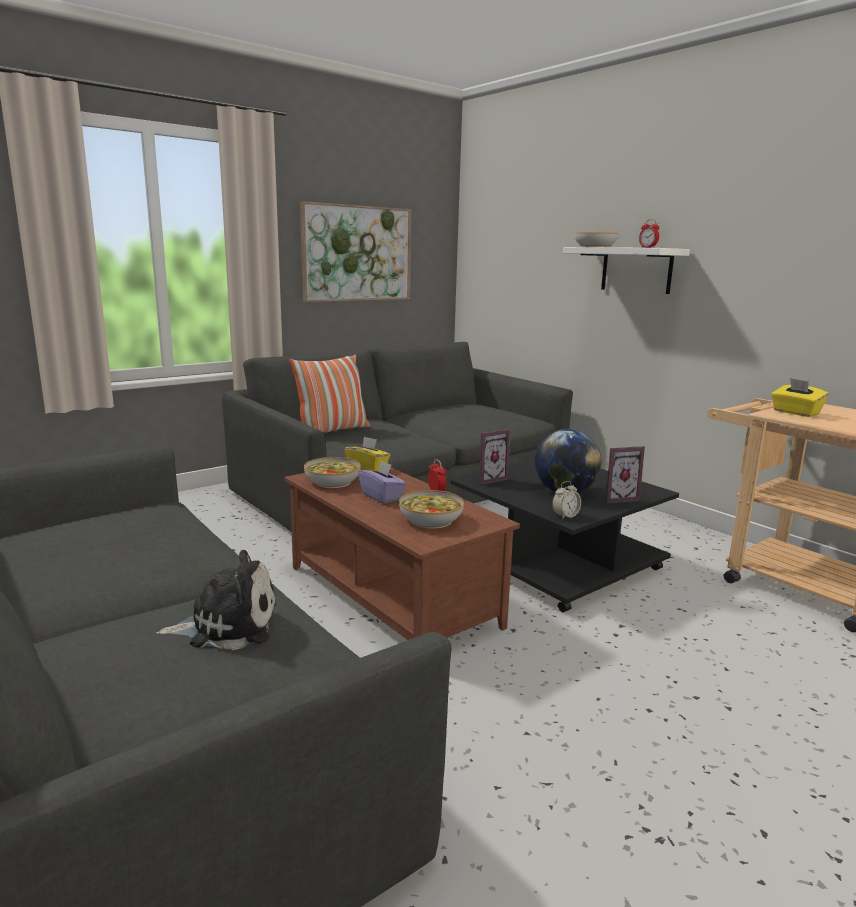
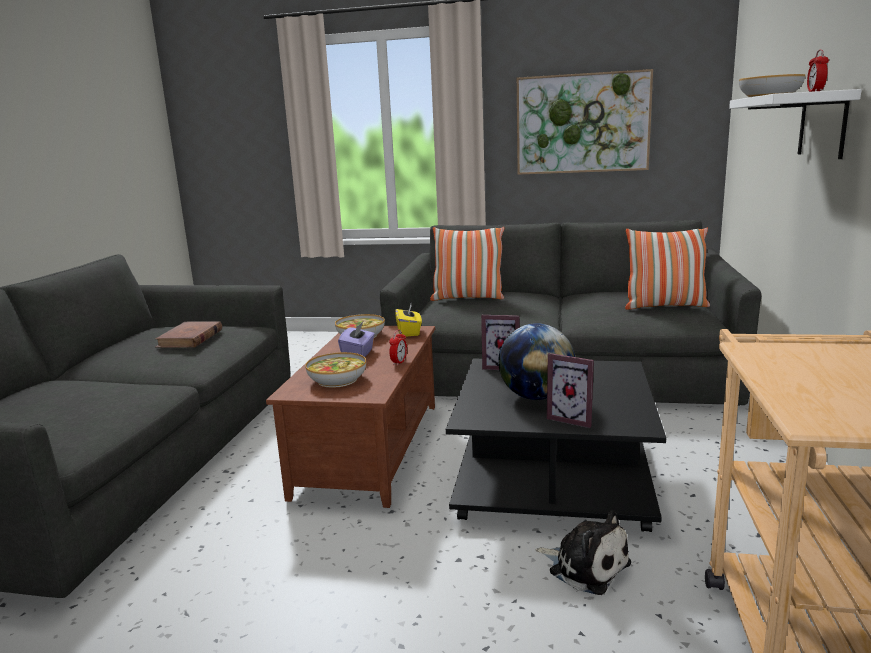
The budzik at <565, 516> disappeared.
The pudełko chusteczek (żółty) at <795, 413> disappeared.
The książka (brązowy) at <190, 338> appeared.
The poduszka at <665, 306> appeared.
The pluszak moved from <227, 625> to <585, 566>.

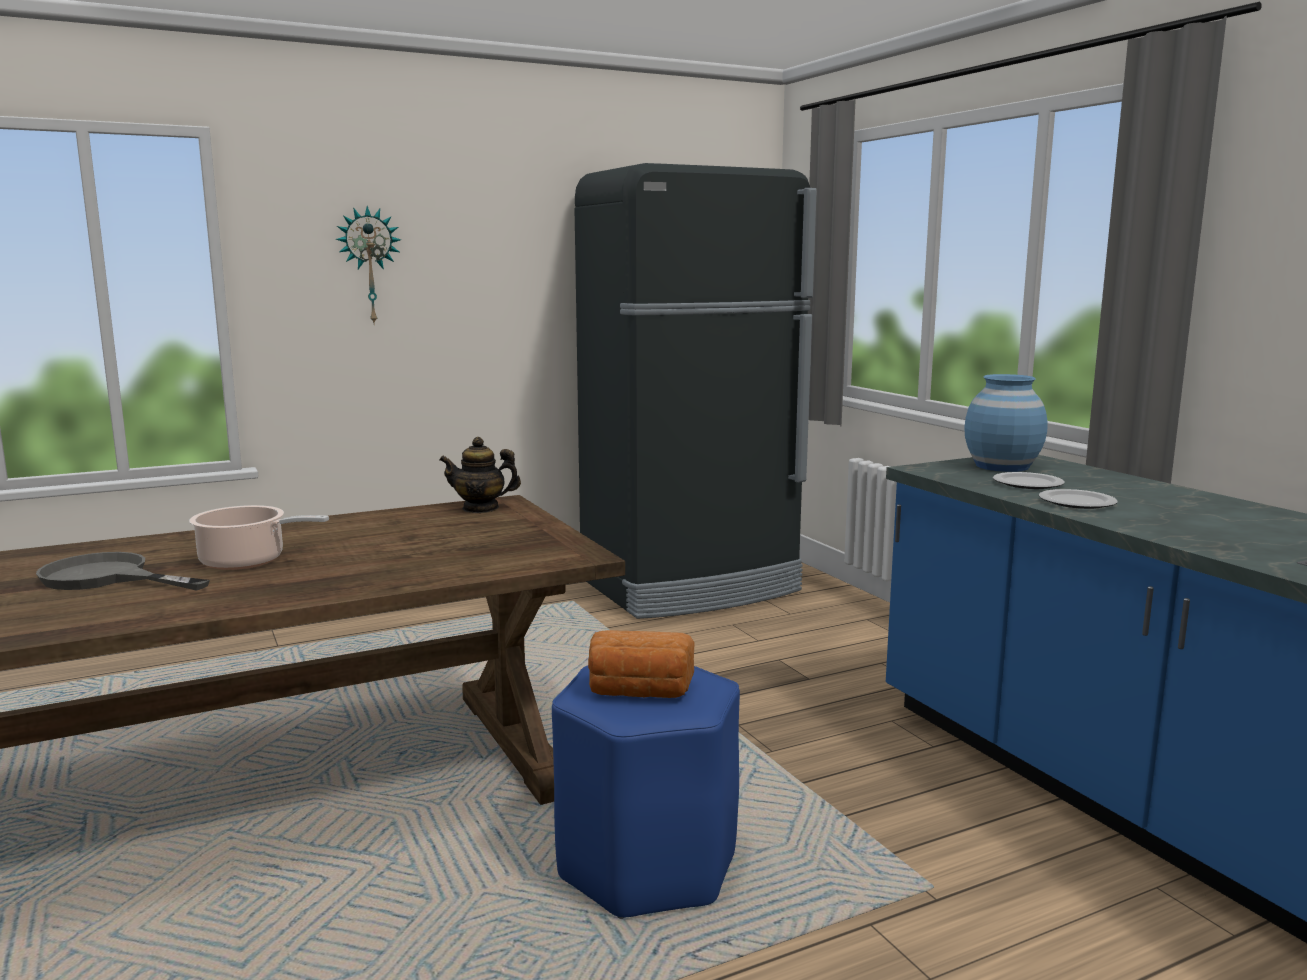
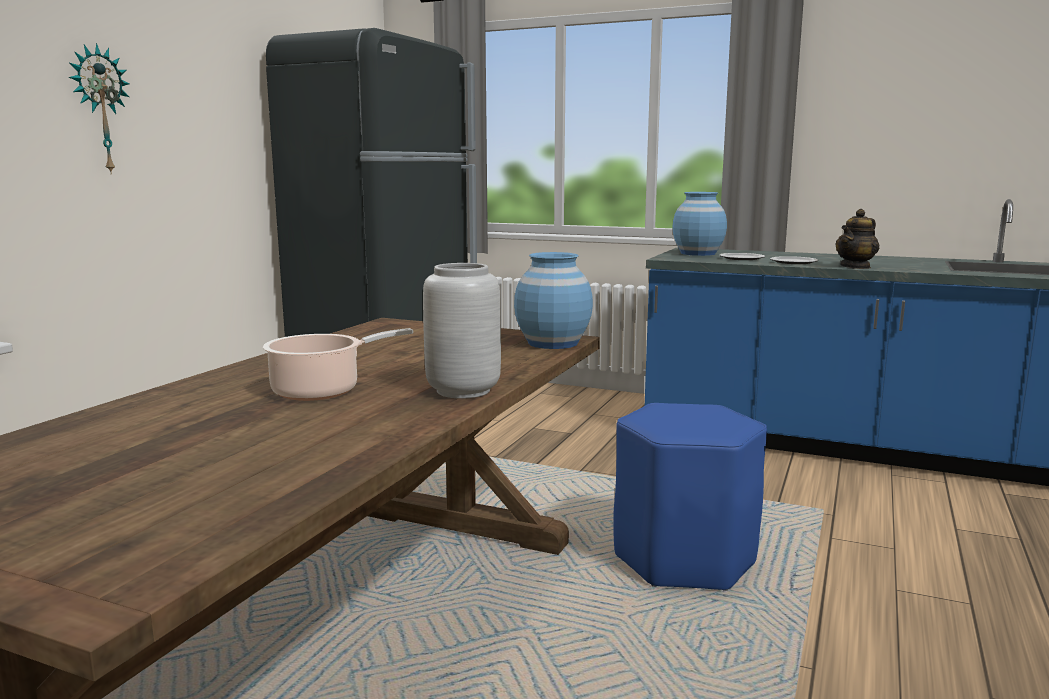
The patelnia (szary) at <107, 578> disappeared.
The chleb at <639, 692> disappeared.
The wazon (szary) at <461, 391> appeared.
The wazon (niebieski) at <552, 343> appeared.
The imbryk moved from <481, 508> to <855, 267>.

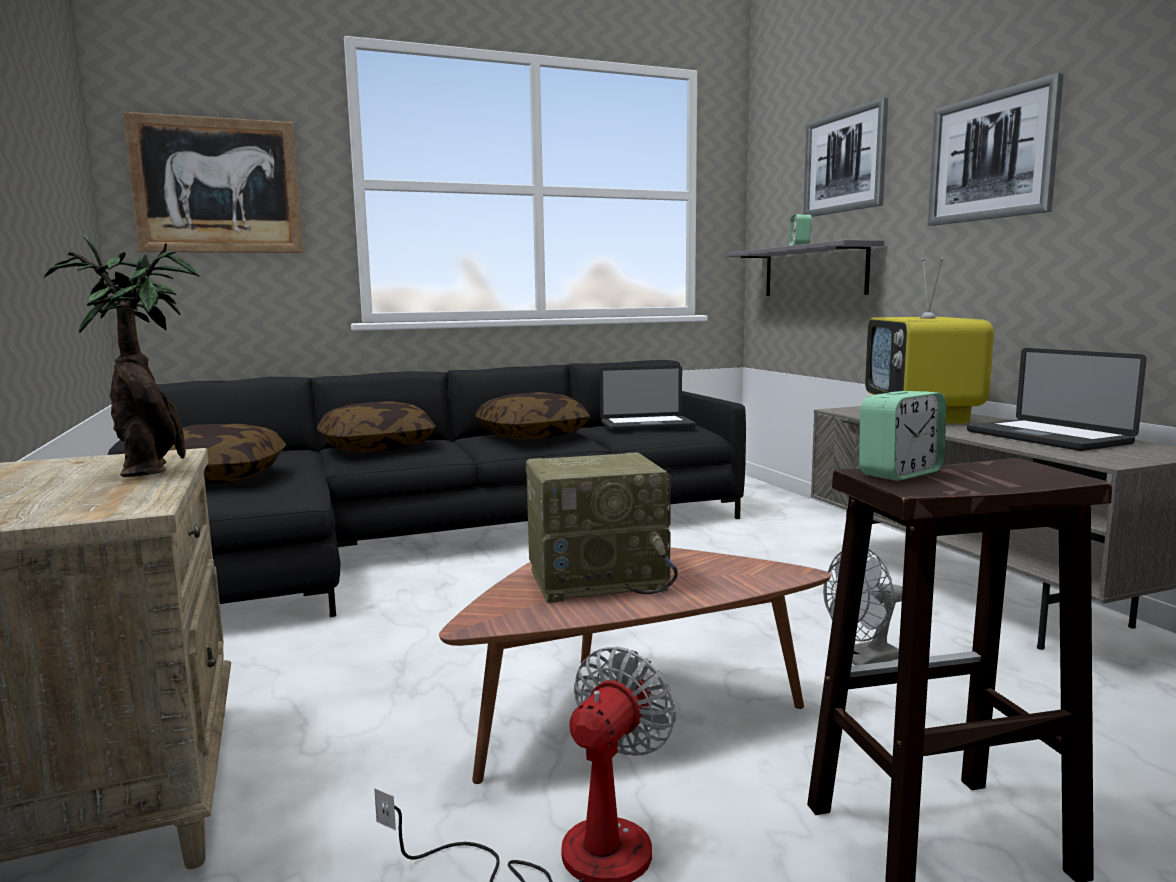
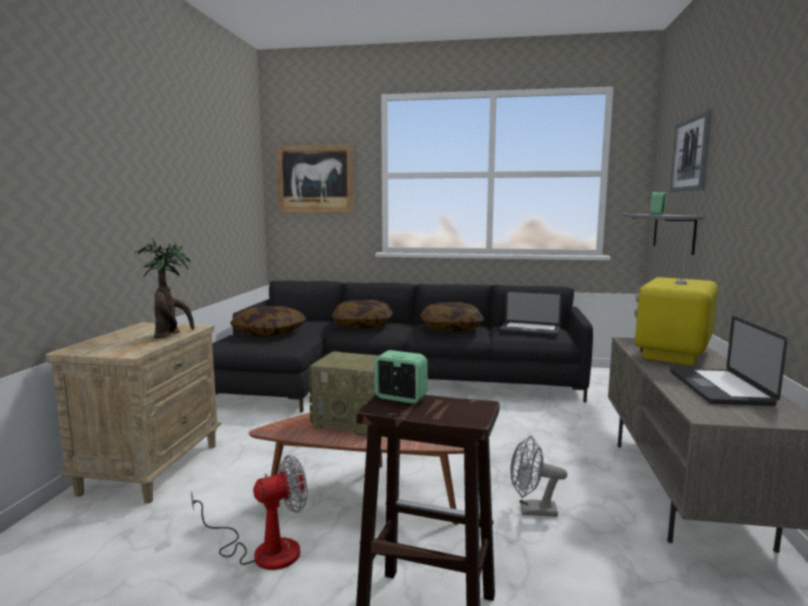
The obraz at <991, 157> disappeared.
The budzik at <900, 473> turned 150 degrees counterclockwise.

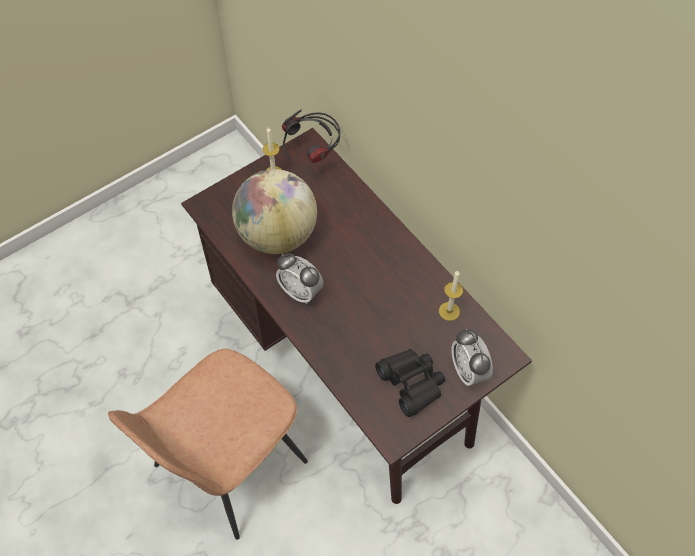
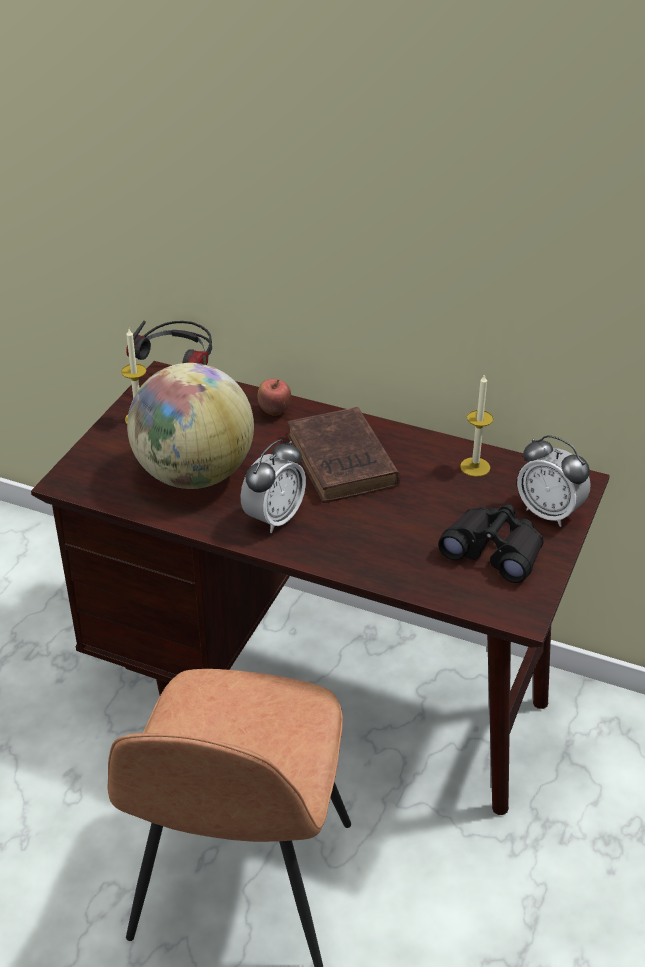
The jabłko at <274, 412> appeared.
The książka (brązowy) at <343, 463> appeared.
The budzik at <300, 291> turned 60 degrees counterclockwise.

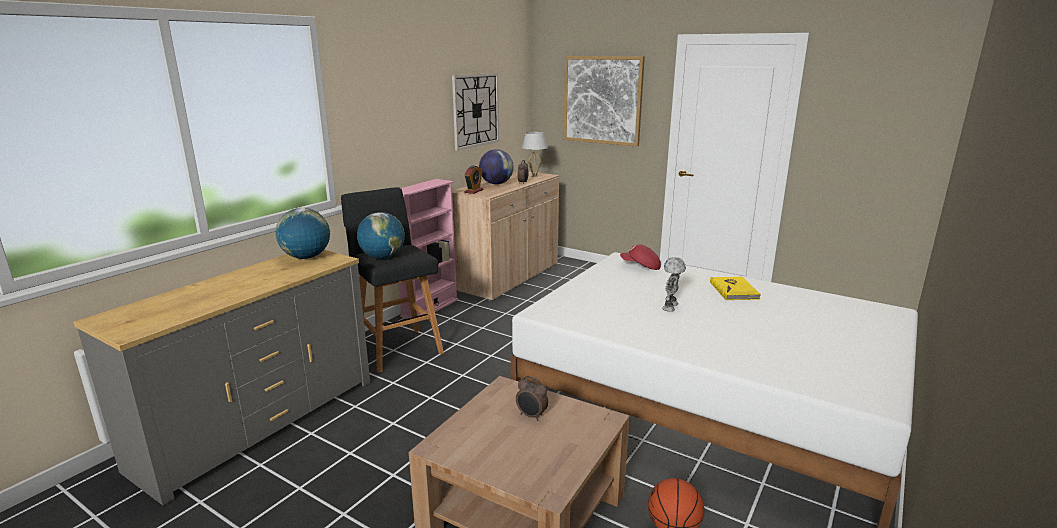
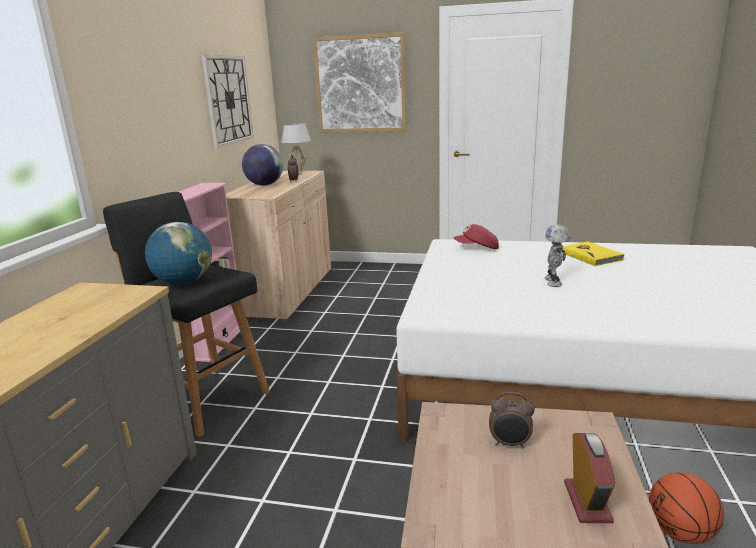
The globus at <306, 257> disappeared.
The budzik moved from <474, 191> to <587, 502>.

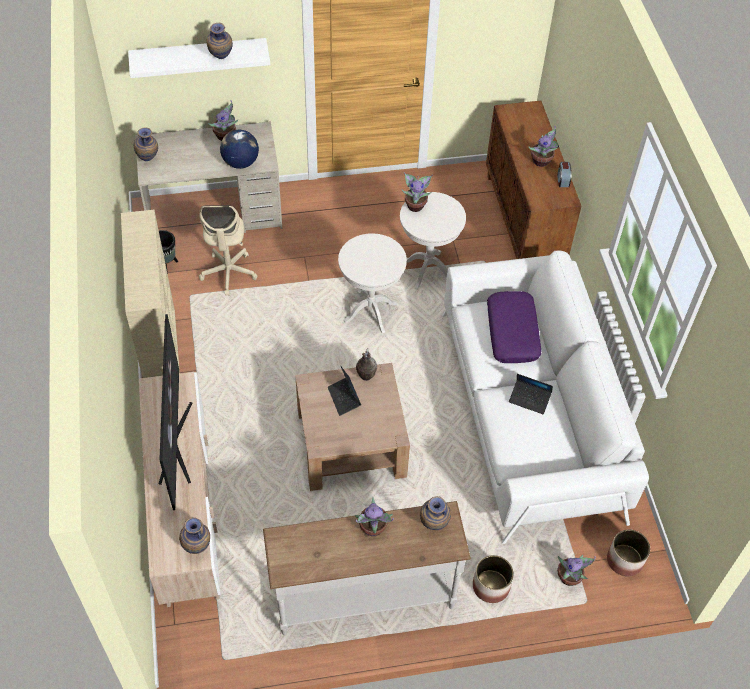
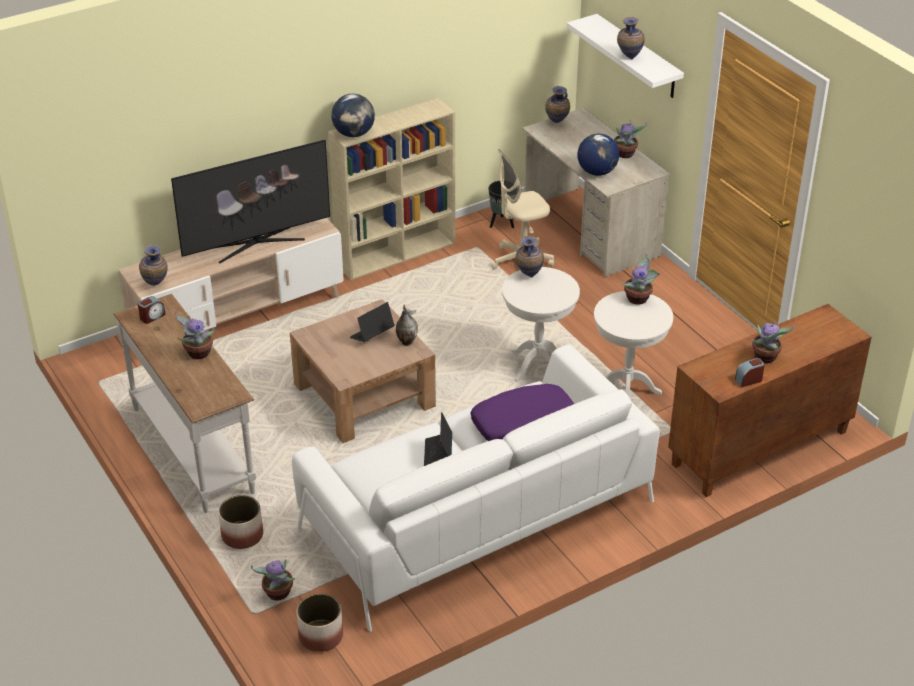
The budzik at <152, 317> appeared.
The globus at <354, 134> appeared.
The wazon moved from <433, 525> to <528, 276>.

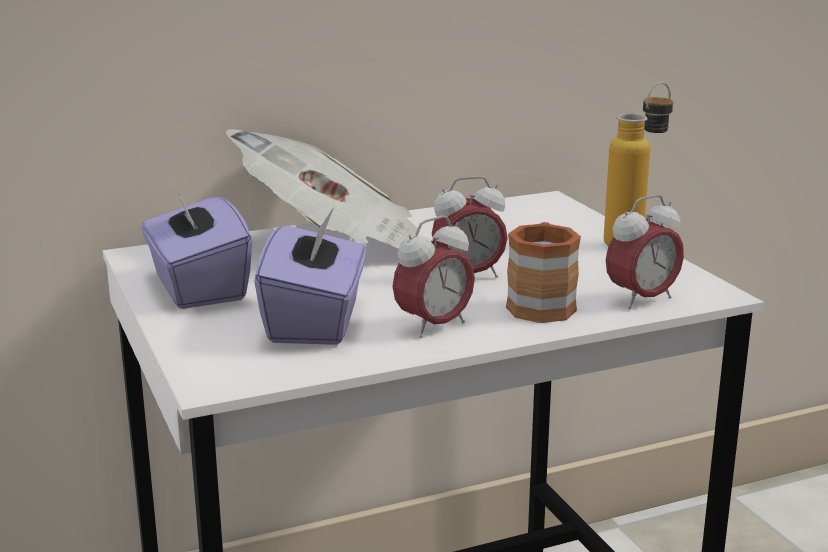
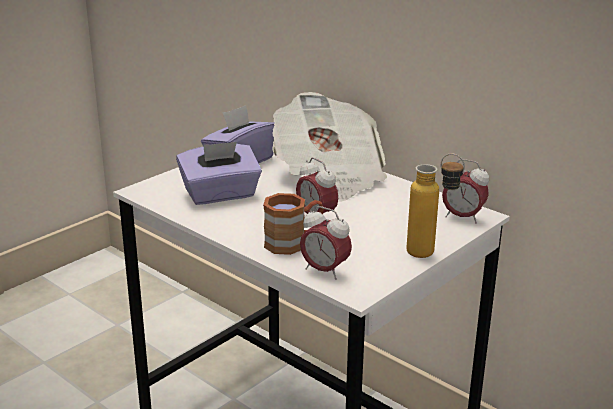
The budzik moved from <433, 326> to <462, 217>.

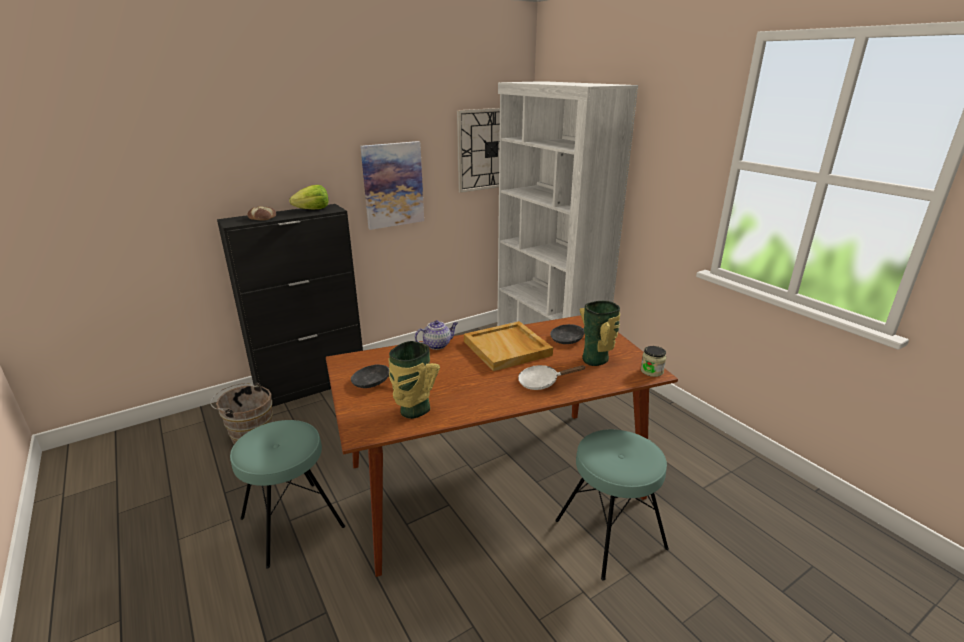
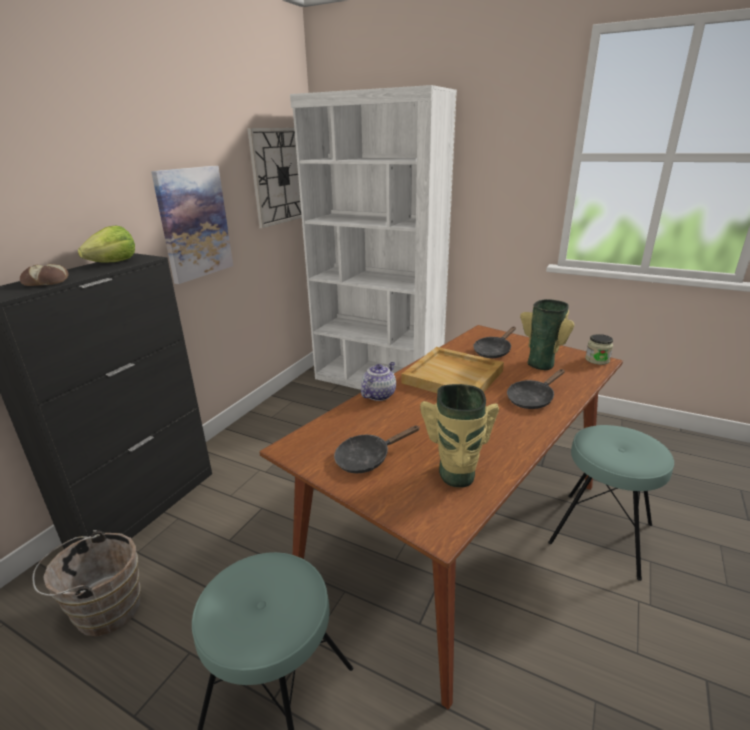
The patelnia (biały) at <542, 382> became the patelnia (czarny) at <532, 399>.

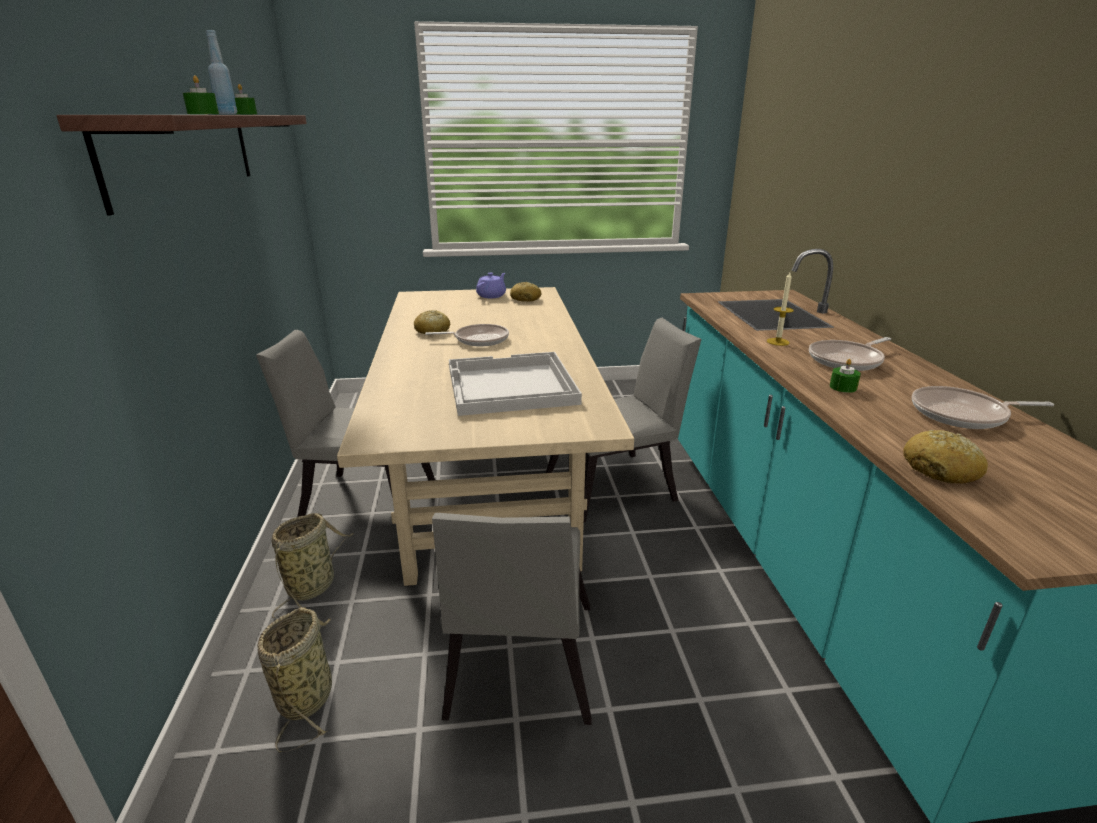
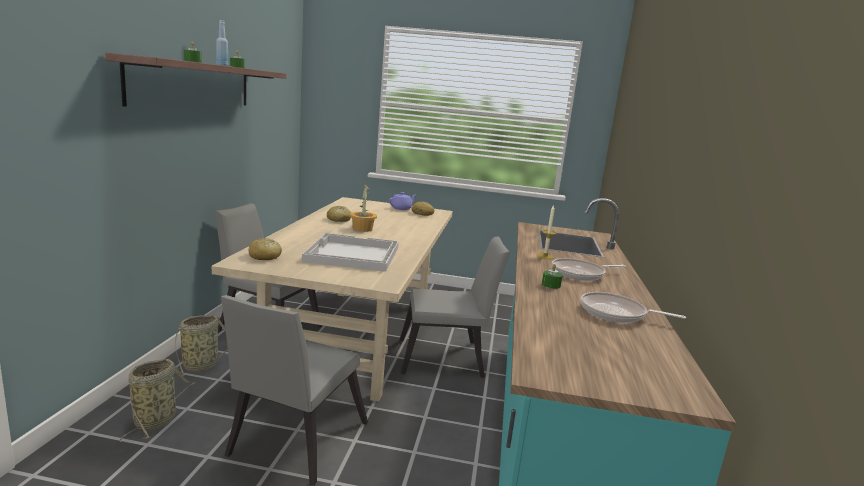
The chleb moved from <941, 470> to <265, 257>.
The patelnia at <478, 340> was replaced by the roślina doniczkowa at <362, 229>.

